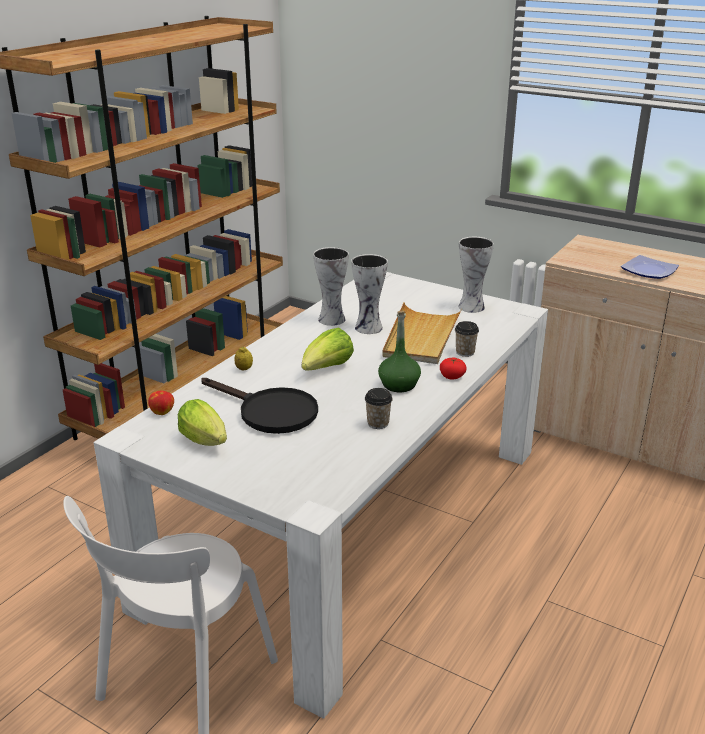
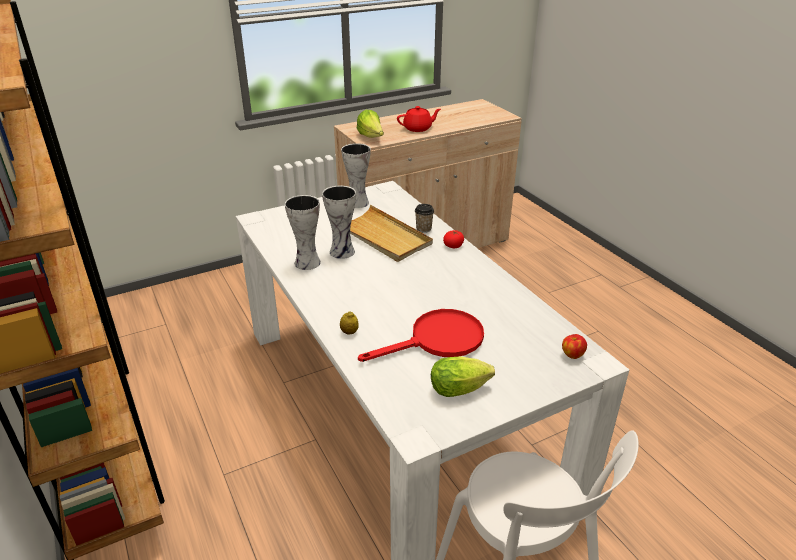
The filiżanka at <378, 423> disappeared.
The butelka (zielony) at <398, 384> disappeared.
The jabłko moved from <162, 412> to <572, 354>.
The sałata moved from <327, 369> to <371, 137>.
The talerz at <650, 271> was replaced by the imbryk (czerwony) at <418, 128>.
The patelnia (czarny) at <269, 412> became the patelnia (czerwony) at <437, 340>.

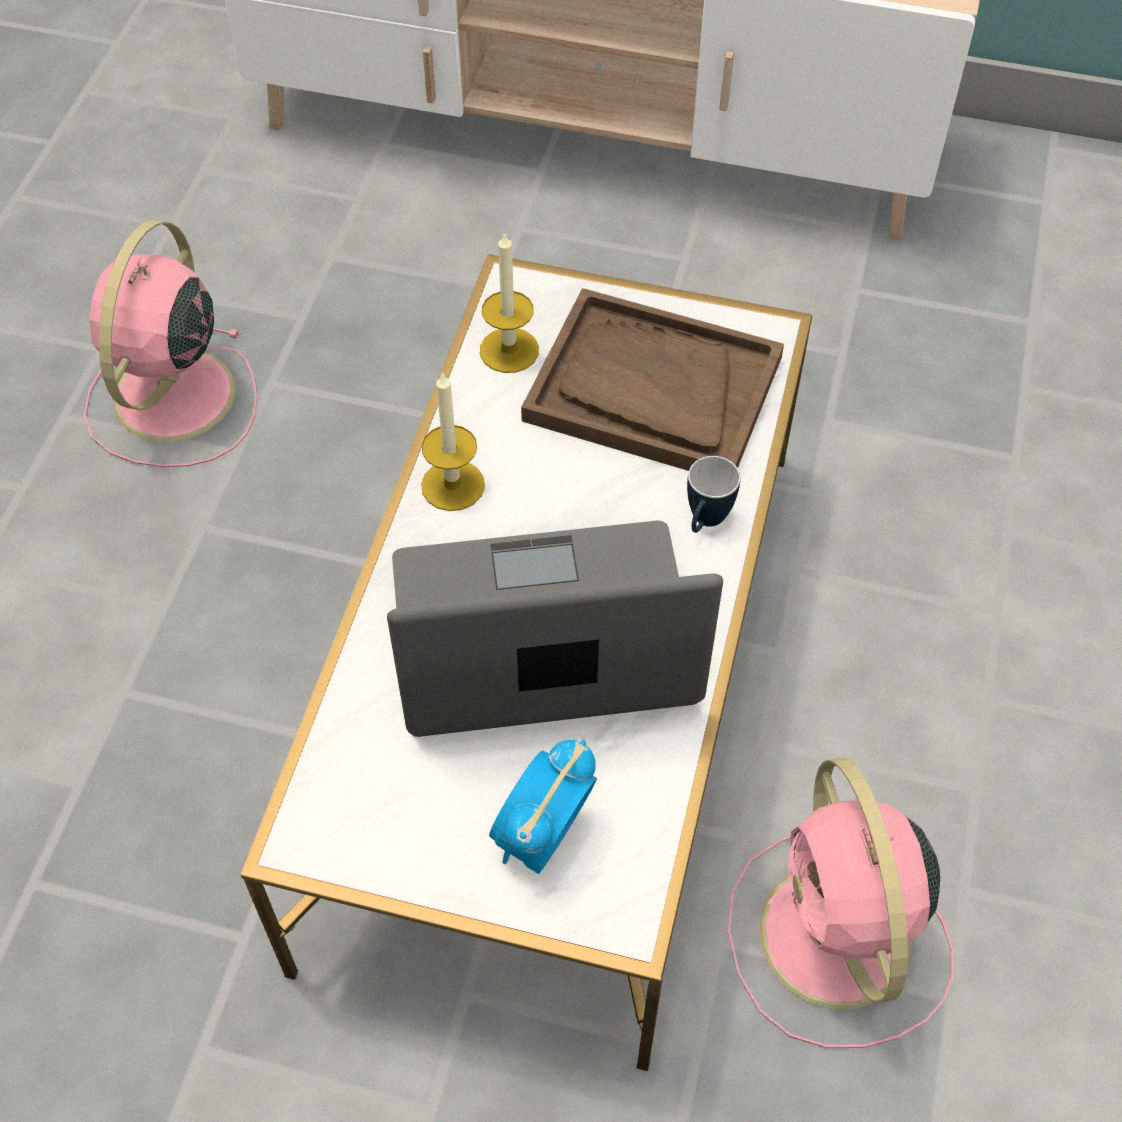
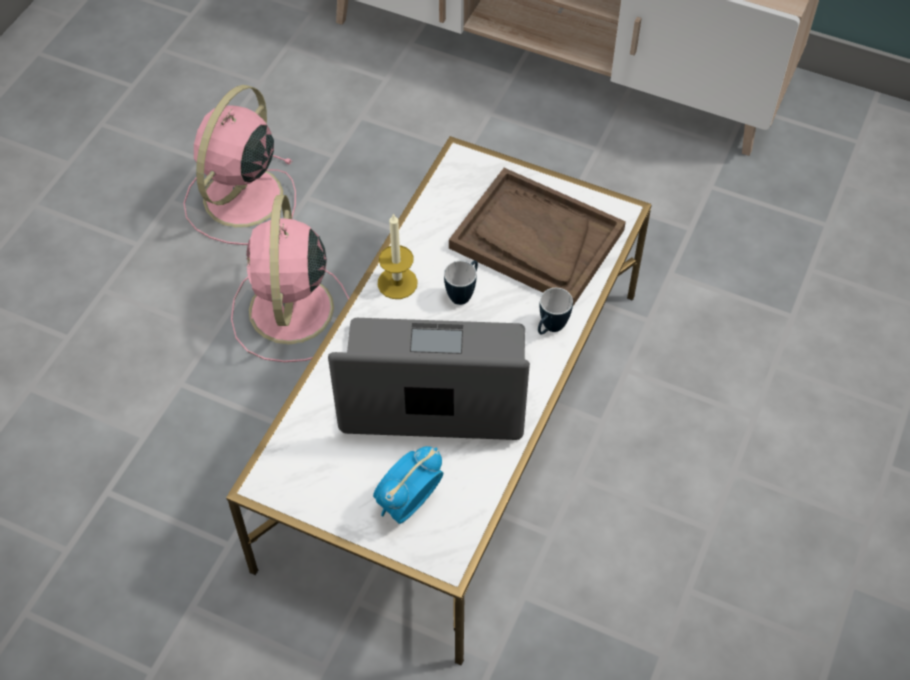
The świeca at <509, 350> disappeared.
The kubek at <463, 293> appeared.
The wentylator (różowy) moved from <837, 942> to <291, 313>.

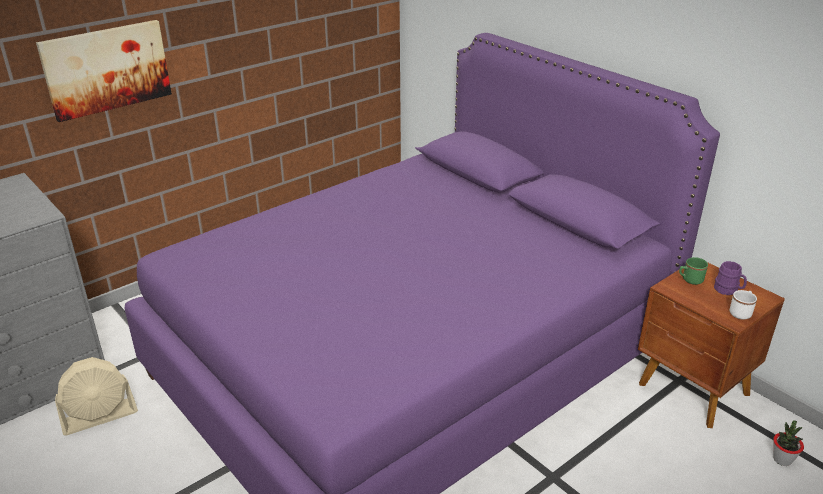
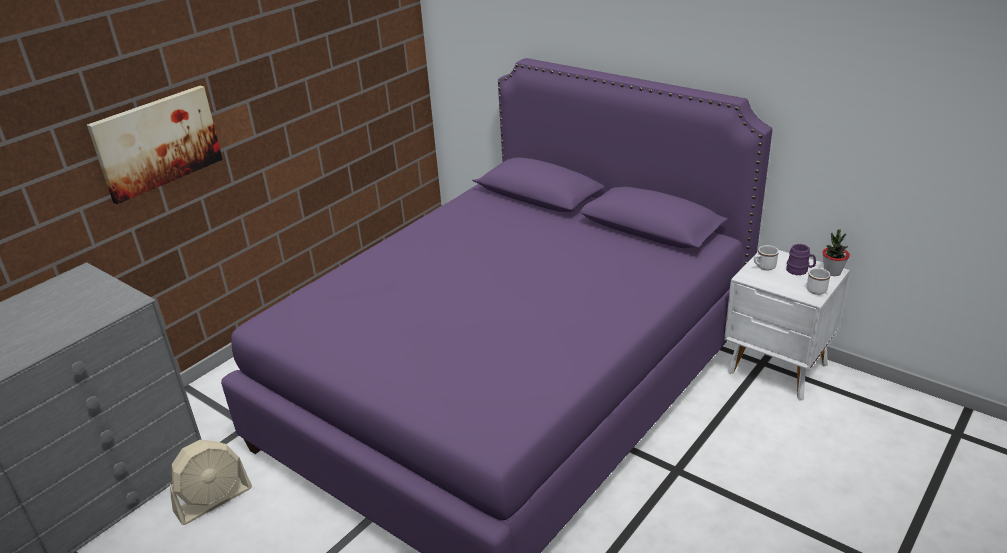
The roślina doniczkowa moved from <782, 459> to <832, 272>.
The szafka nocna (brązowy) at <693, 391> became the szafka nocna (biały) at <777, 369>.
The kubek (zielony) at <689, 280> became the kubek (biały) at <763, 267>.

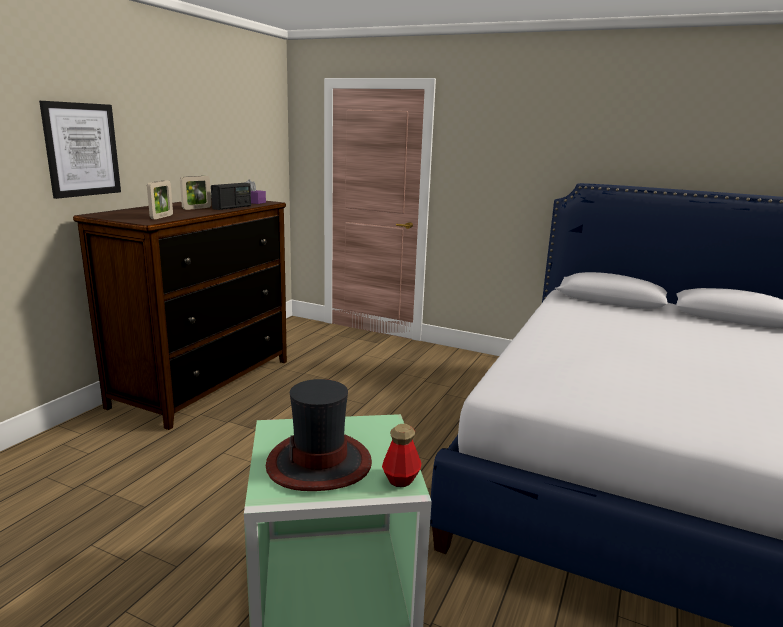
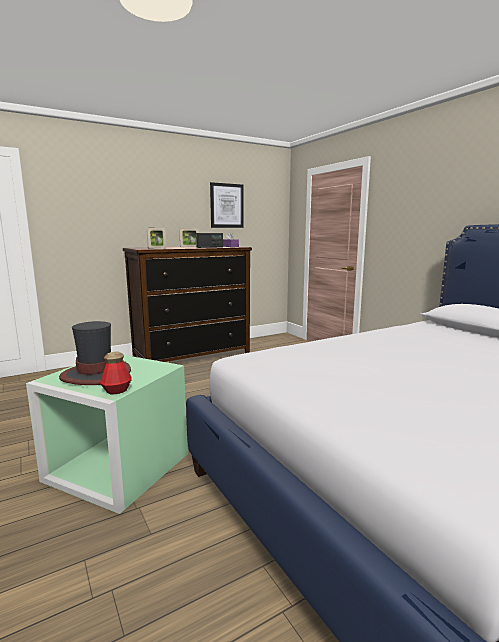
The obraz moved from <82, 149> to <226, 205>.

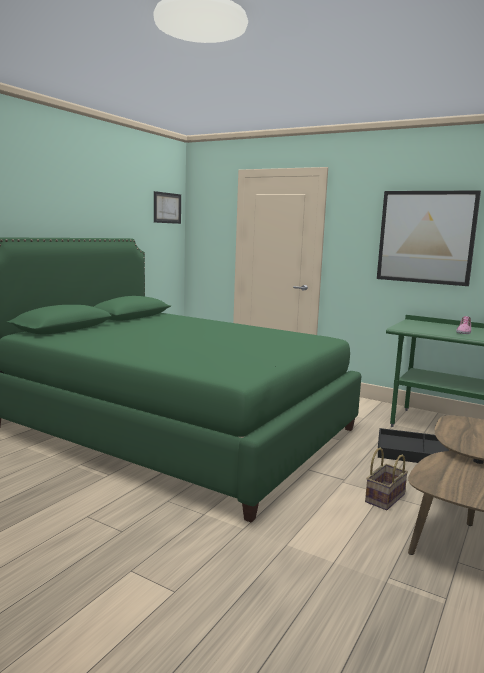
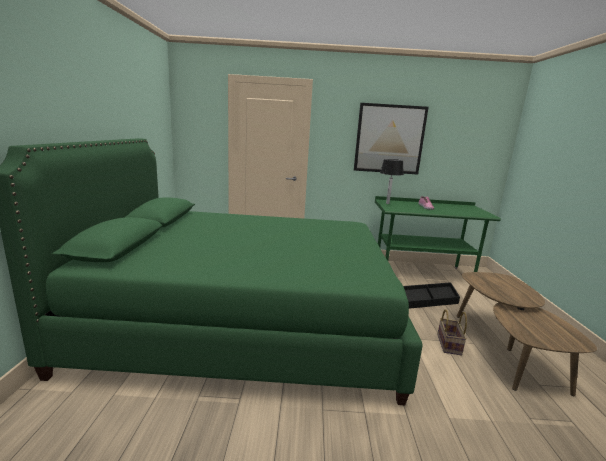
The obraz at <167, 208> disappeared.
The lampa stołowa at <387, 203> appeared.

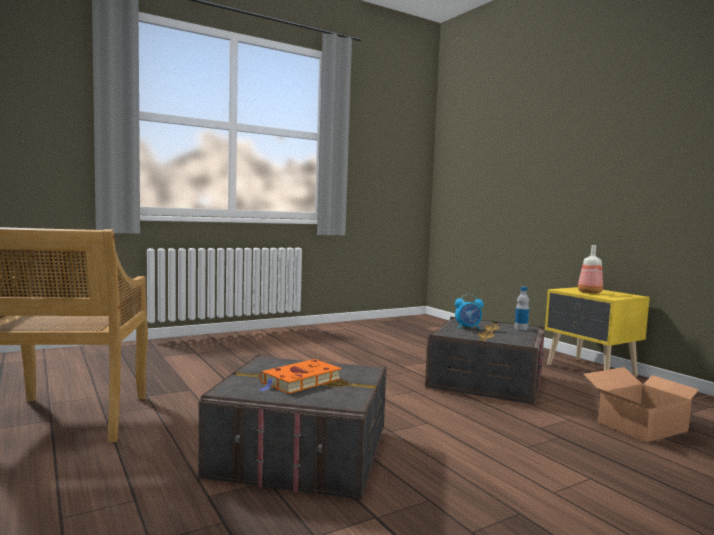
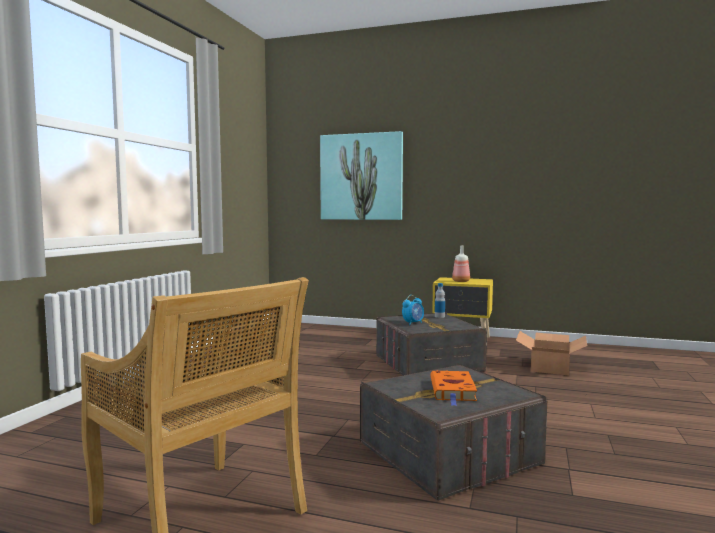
The obraz at <361, 177> appeared.

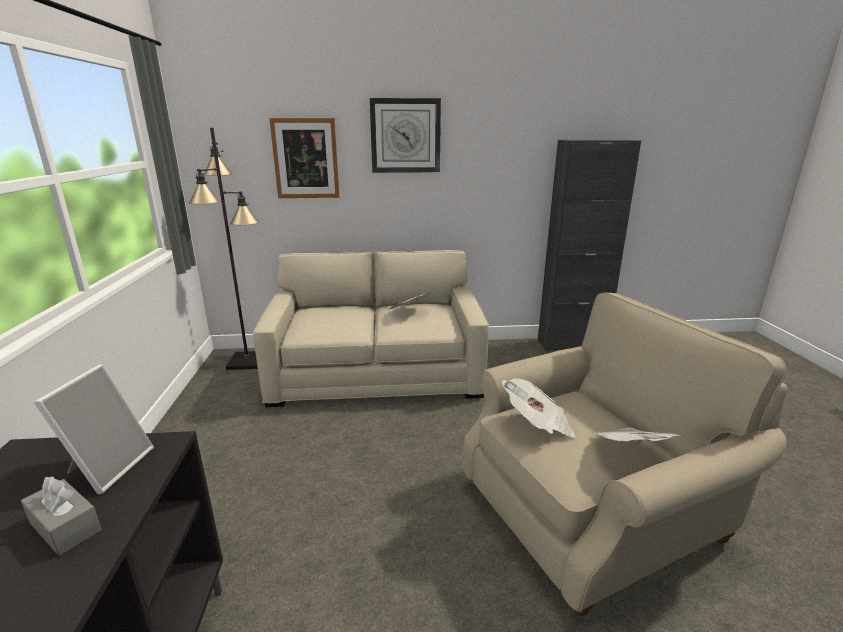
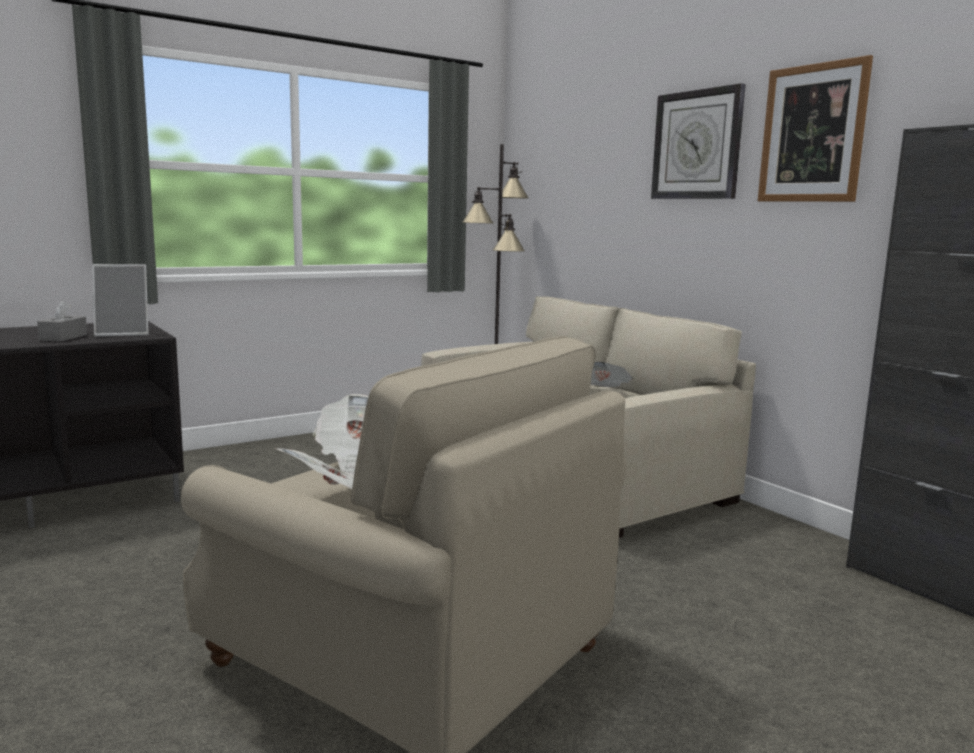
The obraz moved from <305, 159> to <812, 133>.

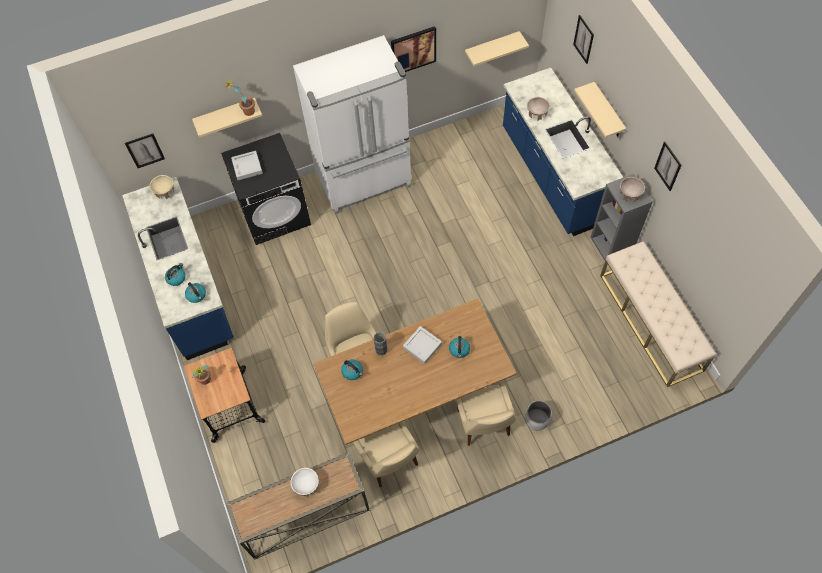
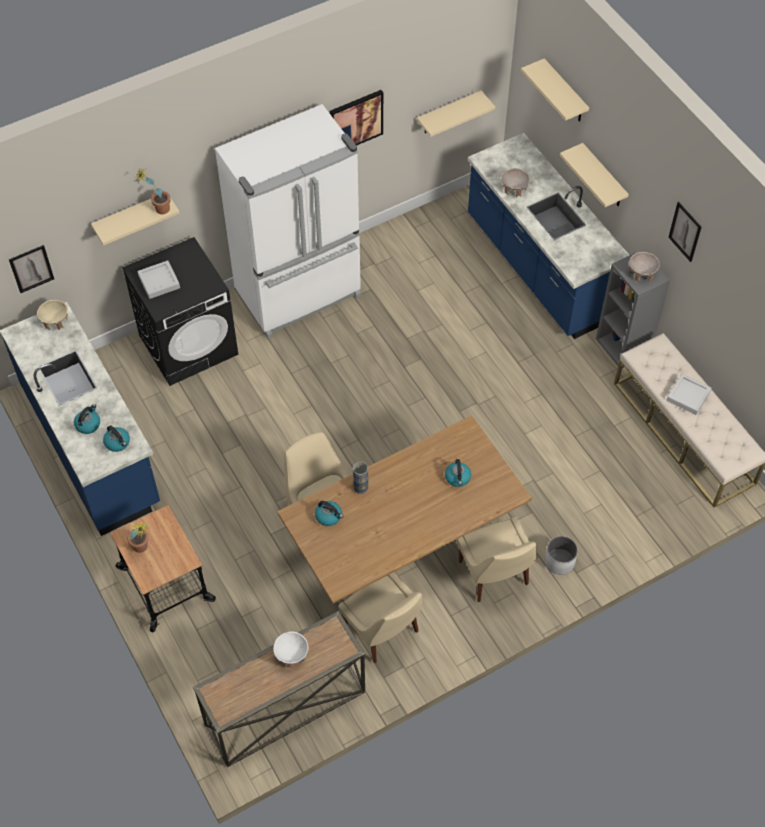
The taca (szary) moved from <422, 346> to <688, 396>.
The obraz at <583, 39> was replaced by the półka (beżowy) at <565, 92>.

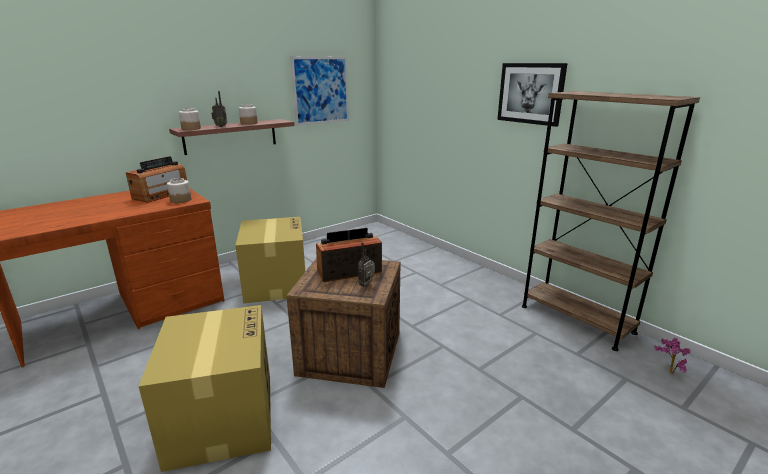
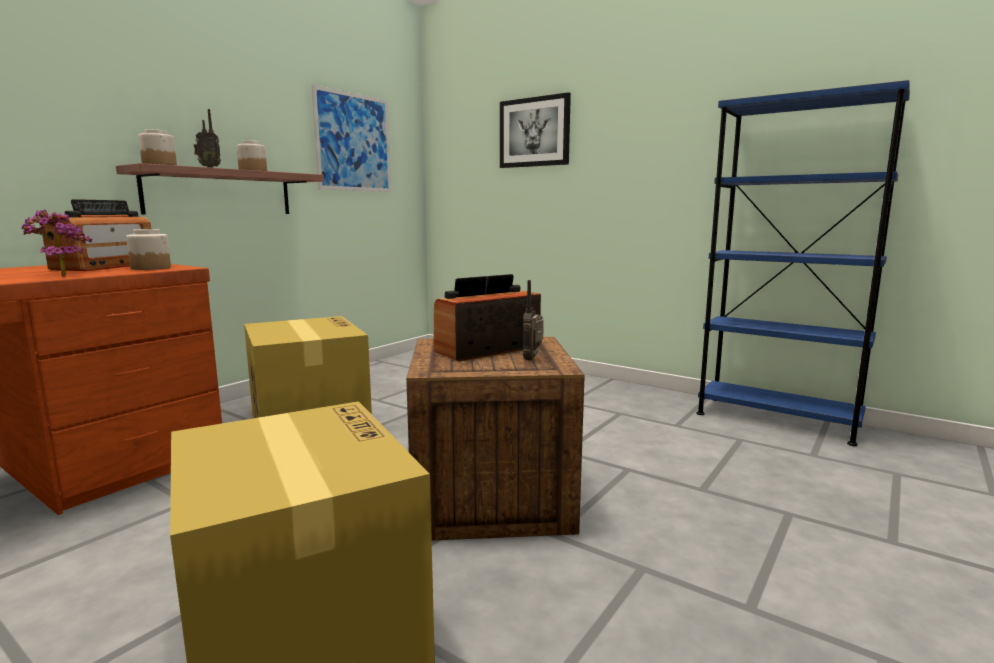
The obraz moved from <530, 93> to <534, 132>.
The roślina doniczkowa moved from <667, 371> to <61, 275>.
The regał (brązowy) at <576, 319> became the regał (niebieski) at <776, 419>.

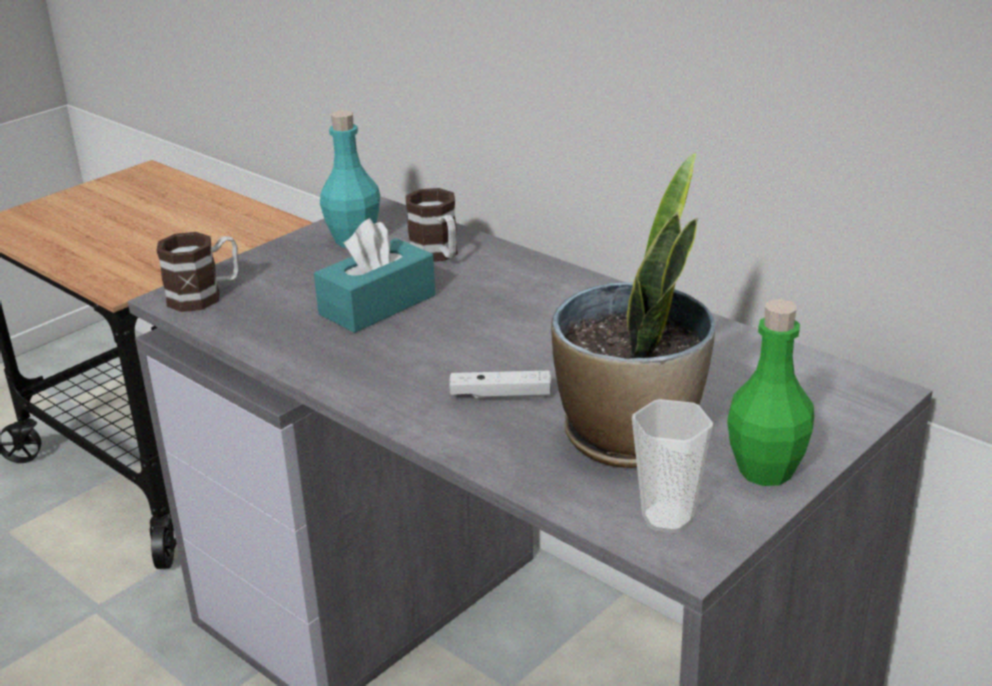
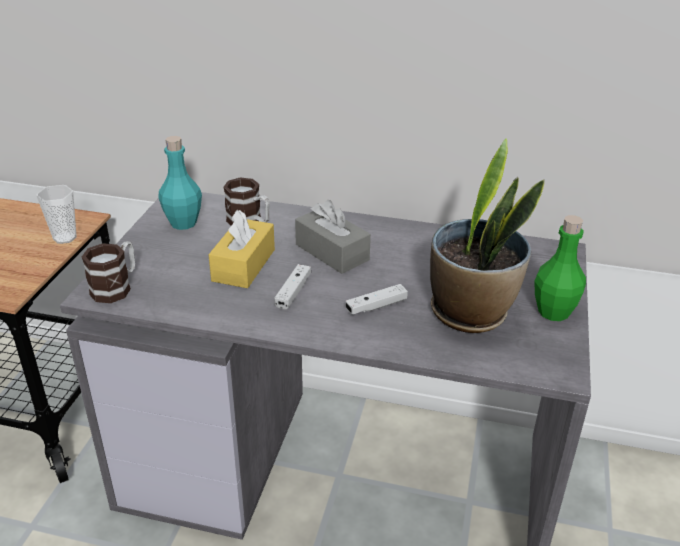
The pad do gier (biały) at <293, 292> appeared.
The pudełko chusteczek (szary) at <332, 252> appeared.
The filiżanka moved from <667, 518> to <65, 238>.
The pudełko chusteczek (turkusowy) at <377, 305> became the pudełko chusteczek (żółty) at <243, 265>.

